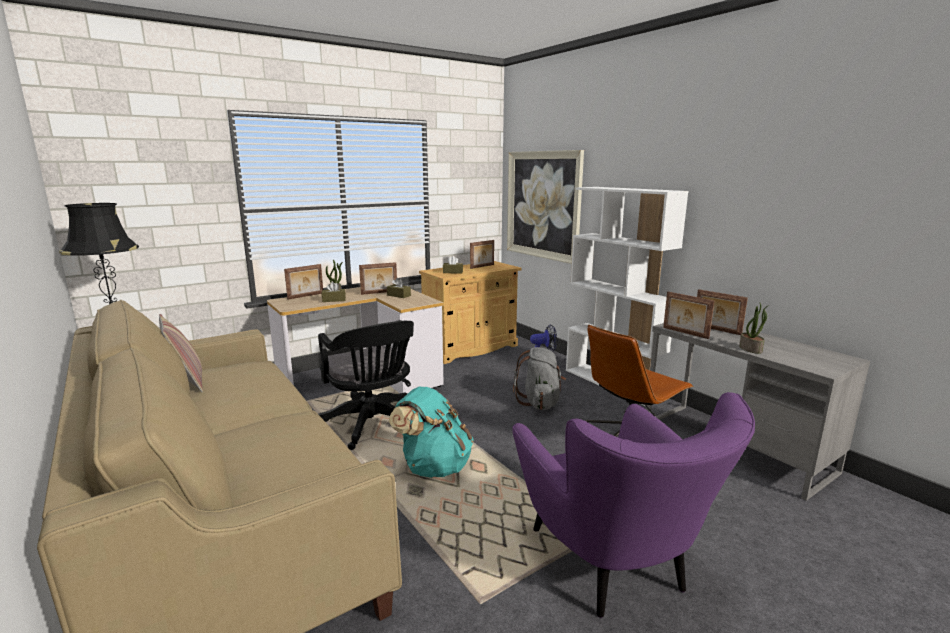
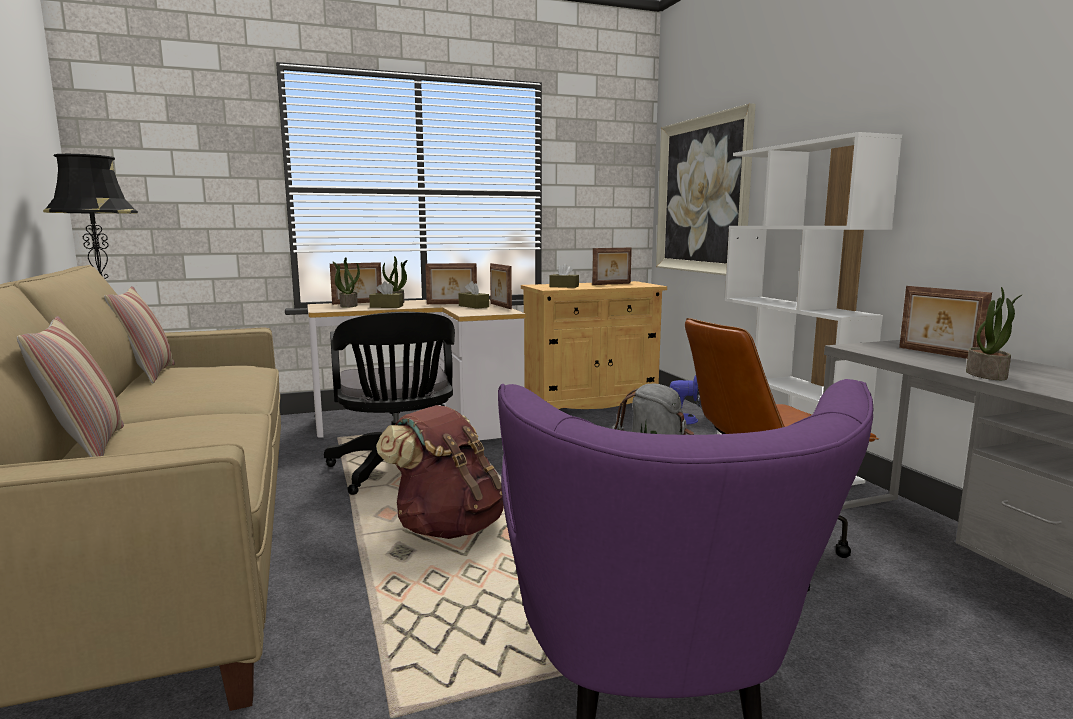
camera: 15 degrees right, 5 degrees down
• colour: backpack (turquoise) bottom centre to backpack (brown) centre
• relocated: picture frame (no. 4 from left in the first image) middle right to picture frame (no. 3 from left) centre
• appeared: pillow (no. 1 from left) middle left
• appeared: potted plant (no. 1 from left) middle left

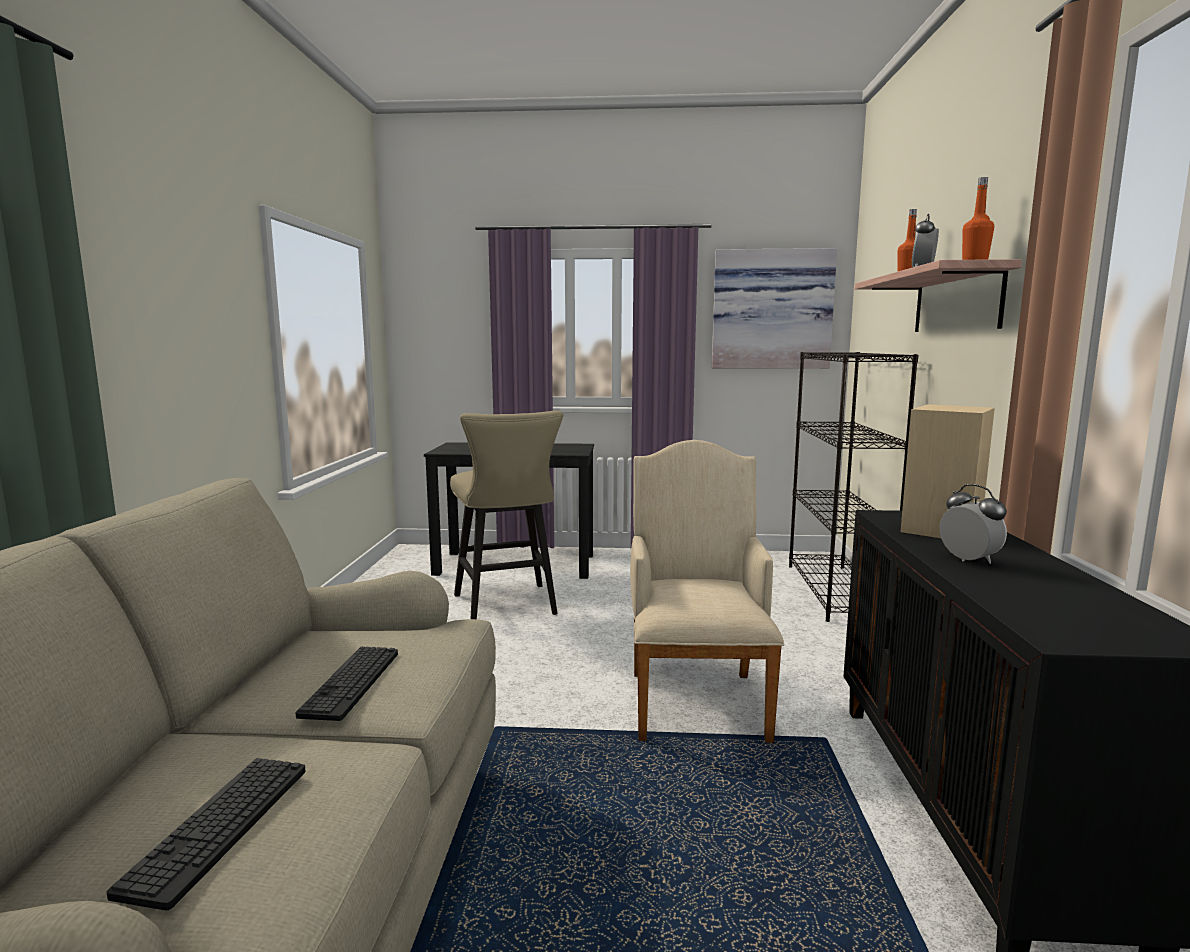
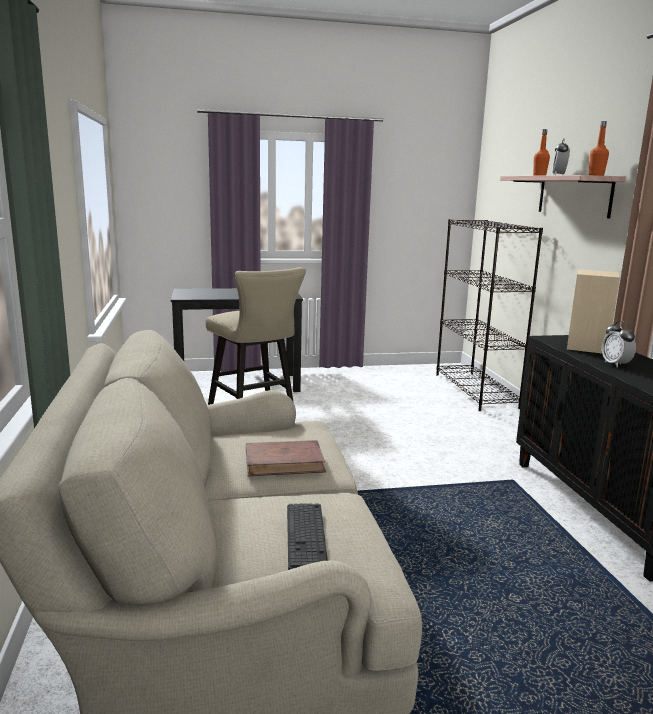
camera: 15 degrees left, 5 degrees up
• exchanged: keyboard (no. 2 from left) bottom left to book (brown) centre
• missing: armchair (beige) centre
• missing: picture top centre
• spun: alarm clock (no. 2 from left) middle right = middle right 150 degrees counterclockwise

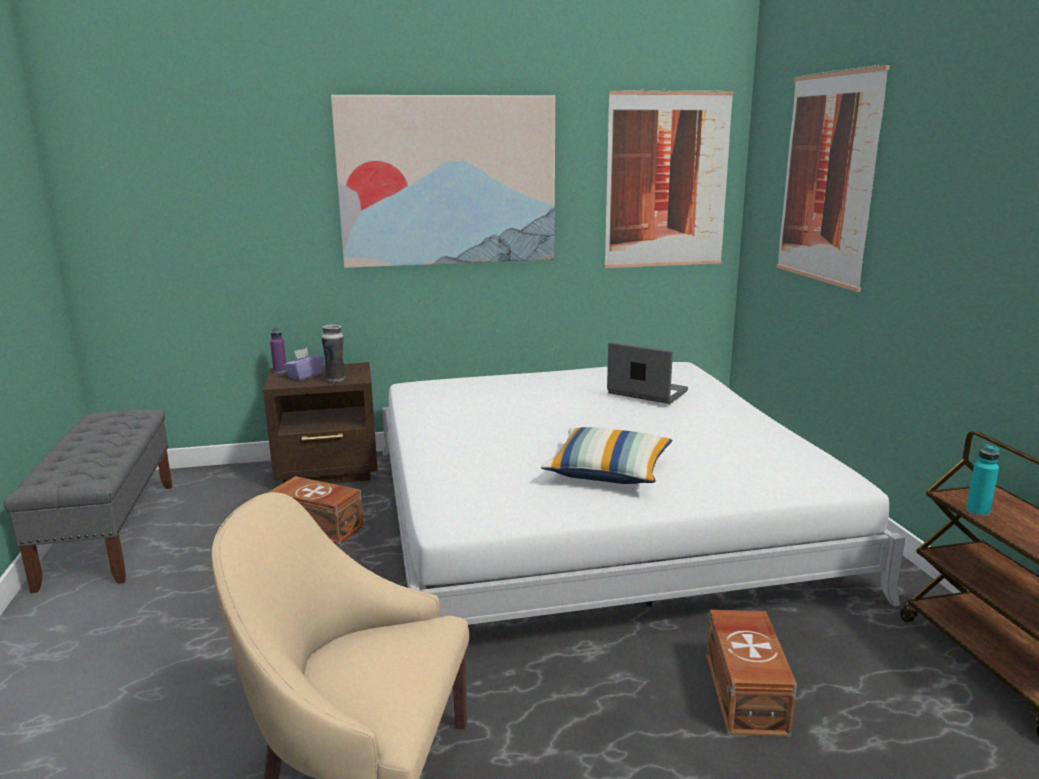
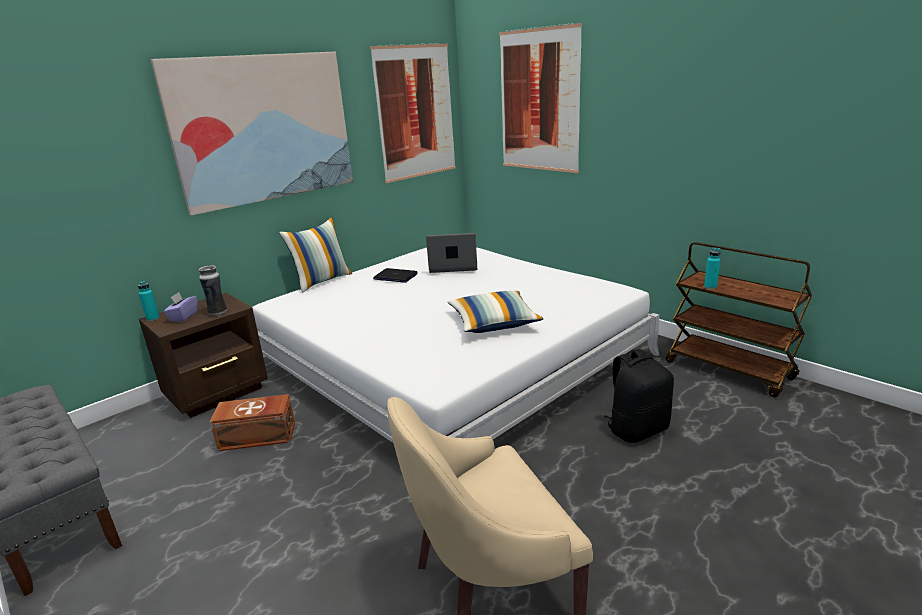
camera: 30 degrees left, 5 degrees up
• colour: bottle (purple) middle left to bottle (turquoise) (no. 1 from left) middle left
• exchanged: storage box (brown) (no. 2 from left) bottom right to backpack (black) middle right
• appeared: pillow (no. 1 from left) centre
• appeared: laptop (no. 1 from left) centre

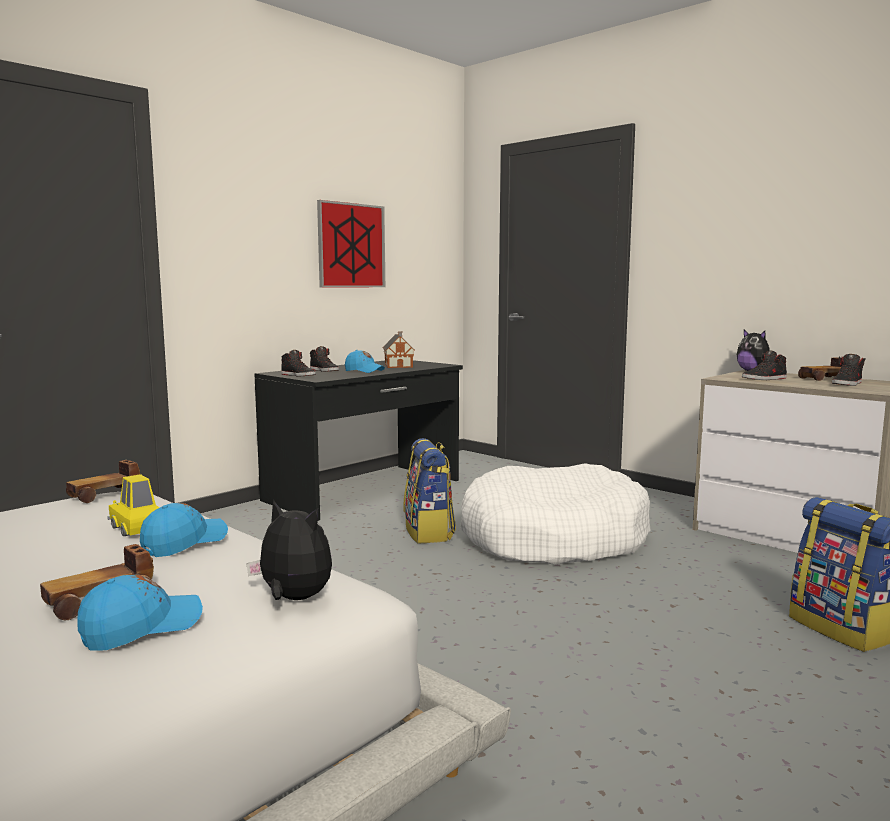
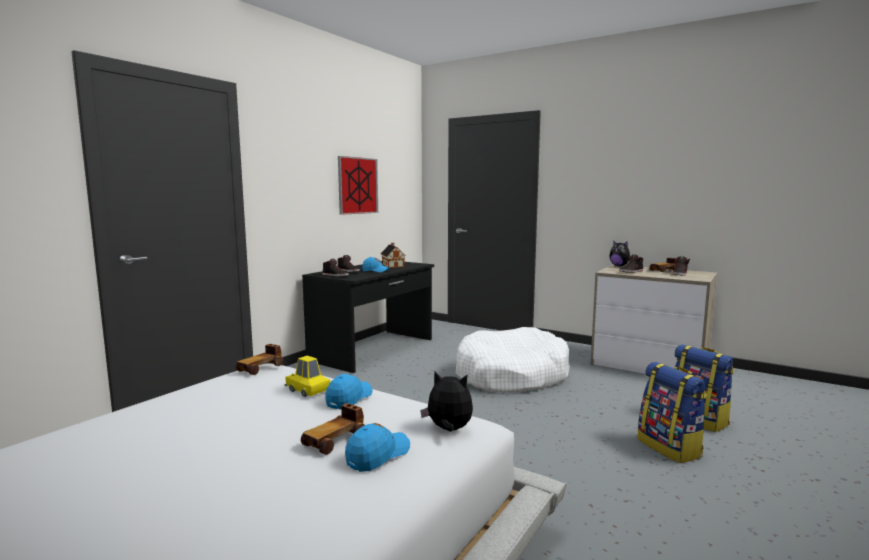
camera: 10 degrees left, 0 degrees up
• relocated: backpack (no. 1 from left) centre to bottom right

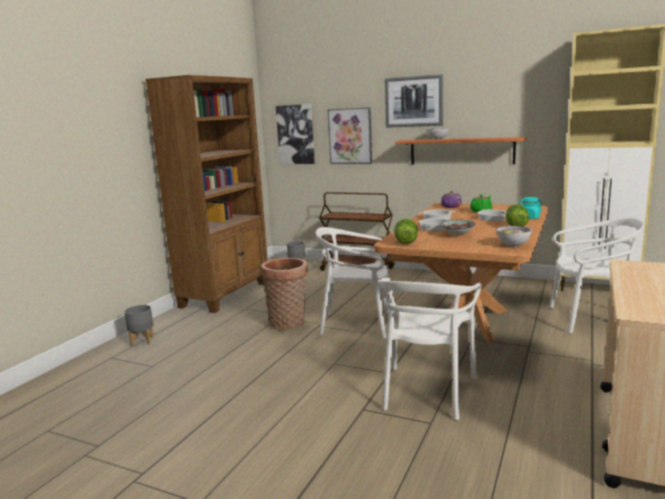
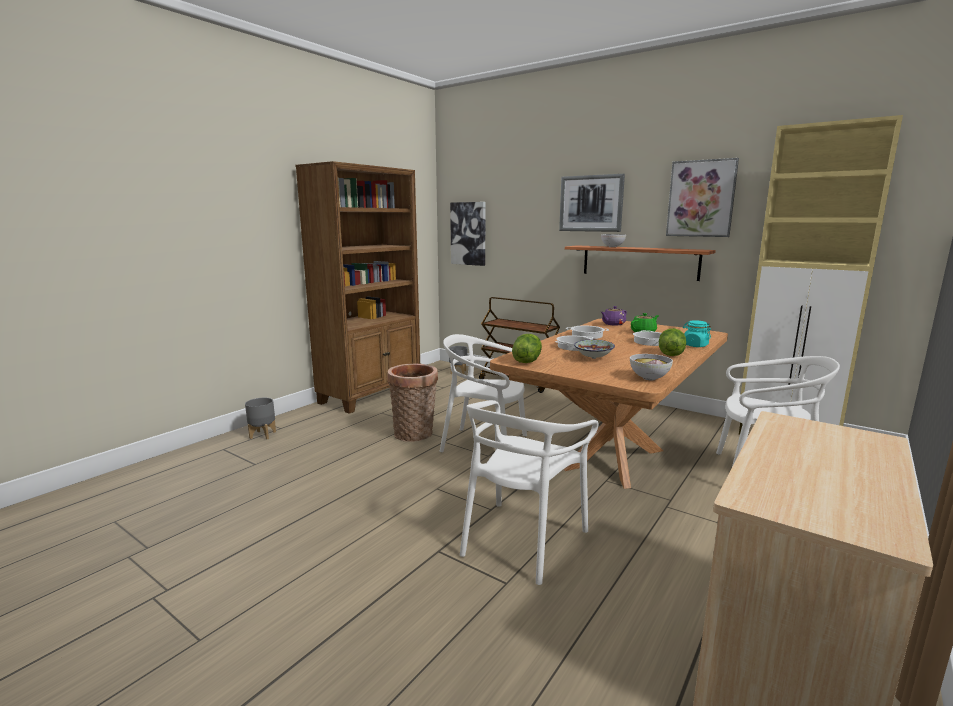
camera: 10 degrees right, 0 degrees up
• relocated: picture (no. 2 from left in the first image) top centre to picture (no. 3 from left) top right

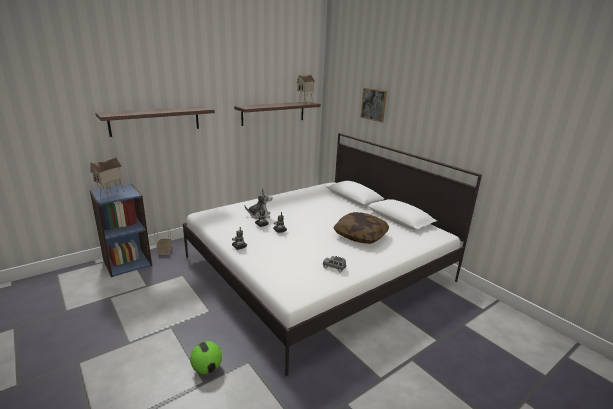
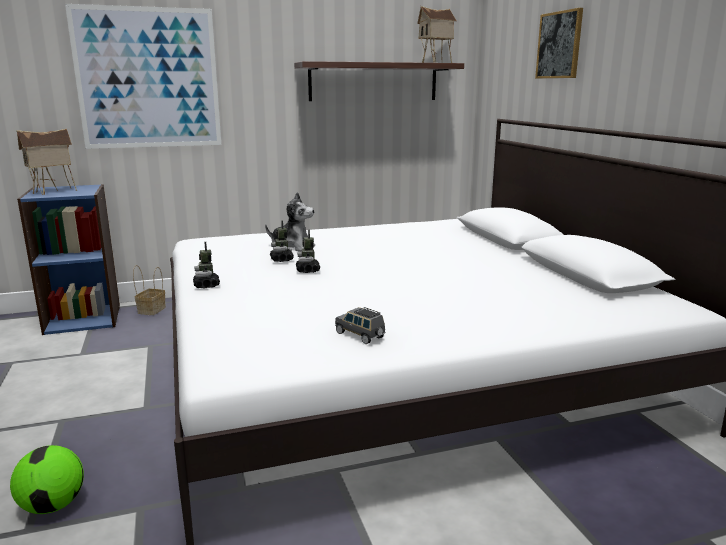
camera: 20 degrees right, 5 degrees down
• exchanged: shelf (no. 1 from left) top left to picture (no. 1 from left) top left
• missing: pillow centre

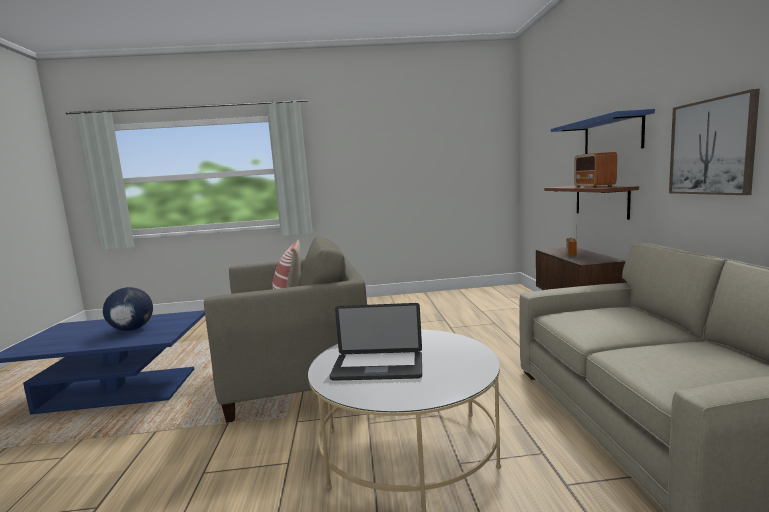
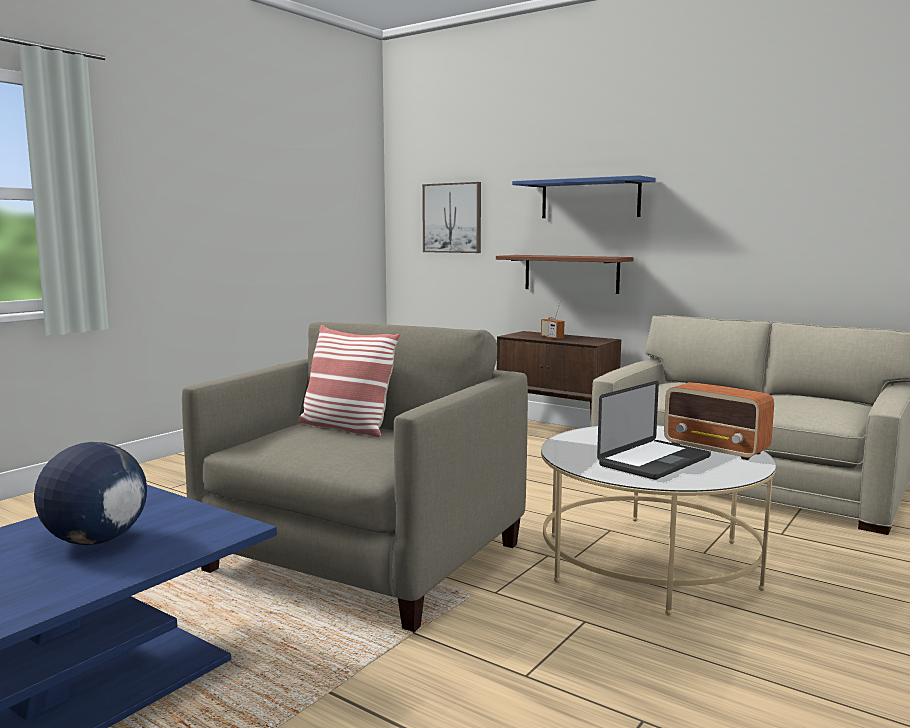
camera: 50 degrees left, 0 degrees up
• relocated: radio (no. 2 from left) top right to middle right
• relocated: picture top right to top centre

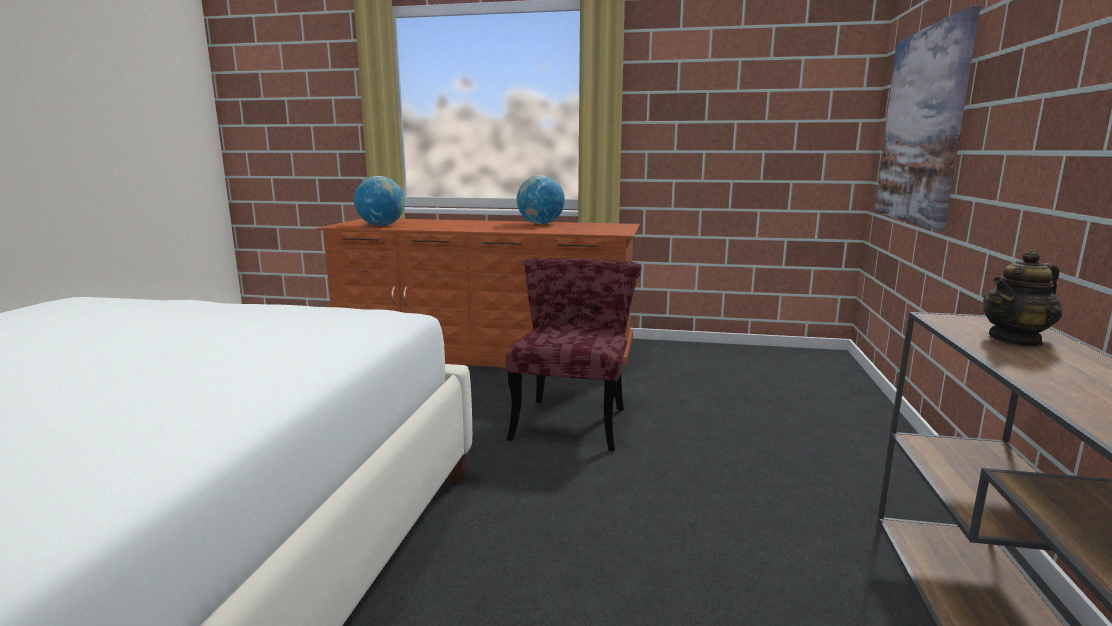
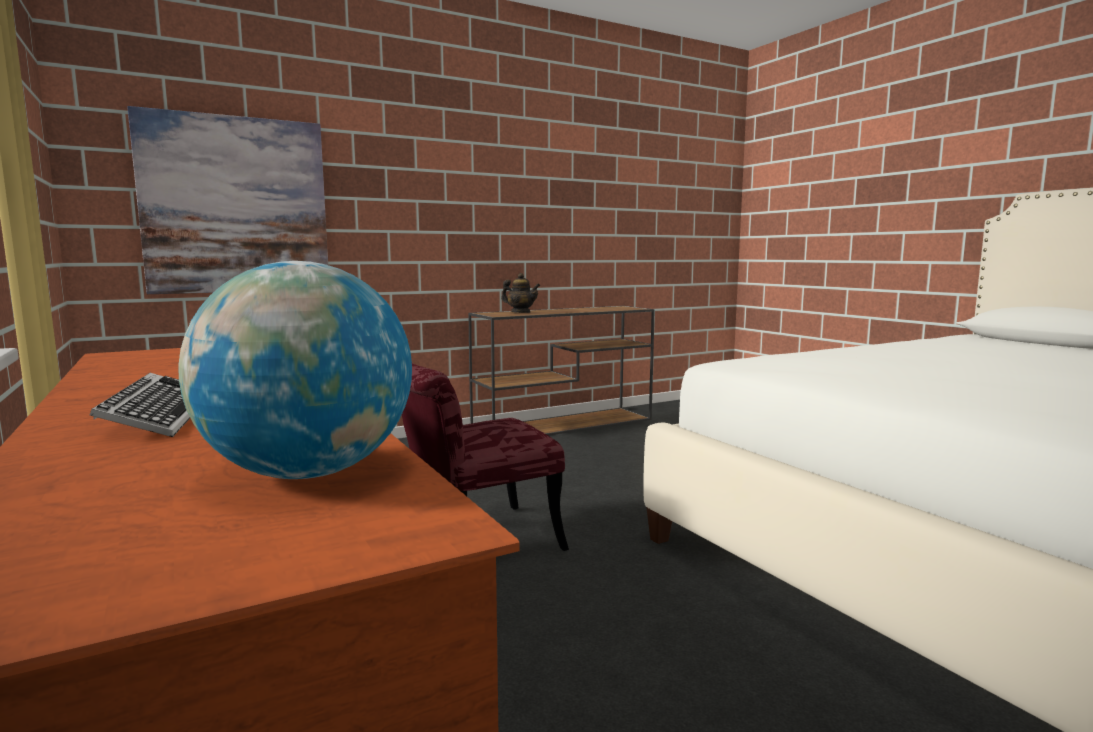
camera: 130 degrees left, 5 degrees down
• missing: globe (no. 2 from left) top centre
• appeared: keyboard middle left

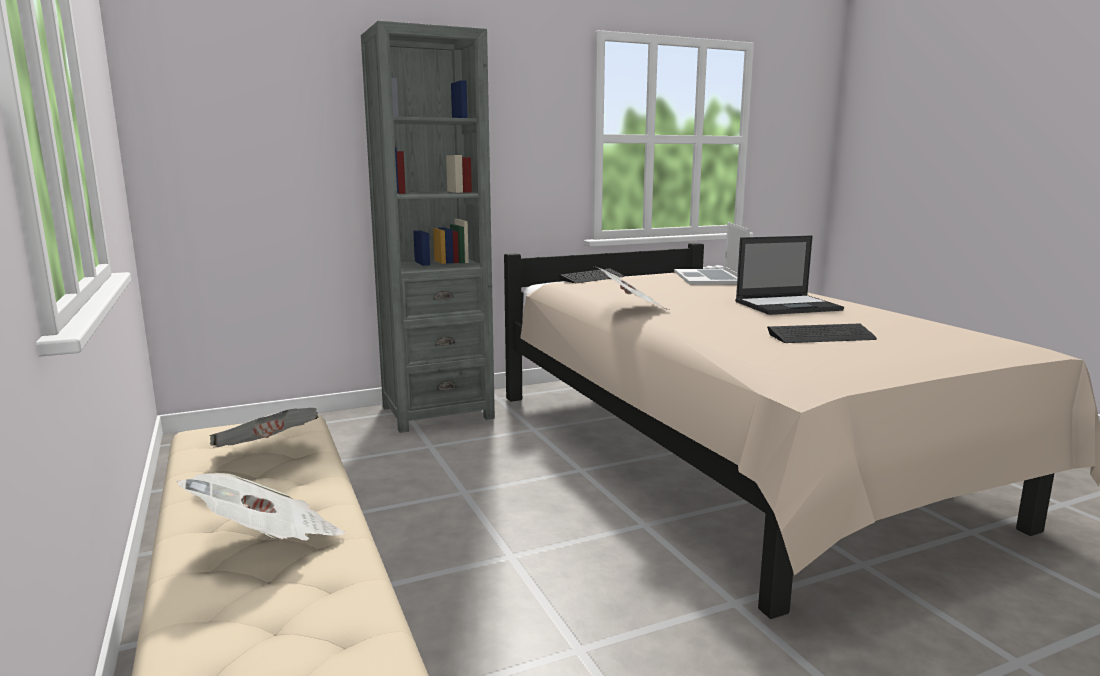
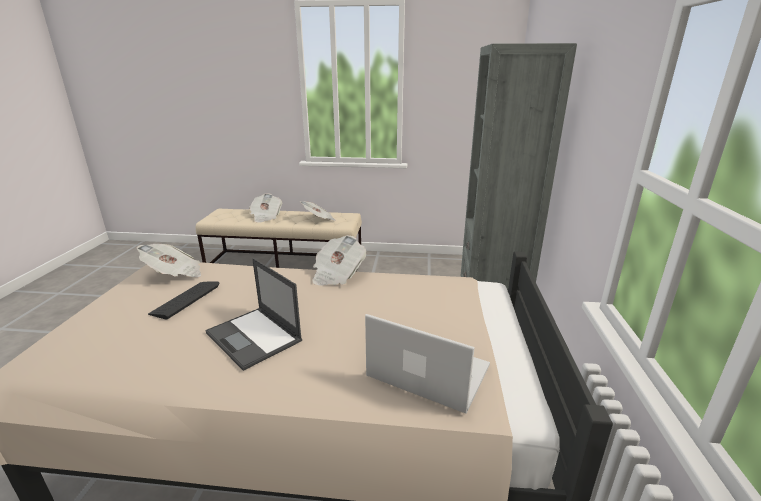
camera: 120 degrees right, 10 degrees up
• missing: keyboard (no. 1 from left) centre
• spun: laptop (no. 2 from left in the first image) middle right = middle left 60 degrees counterclockwise
• appeared: newspaper (no. 1 from left) middle left

